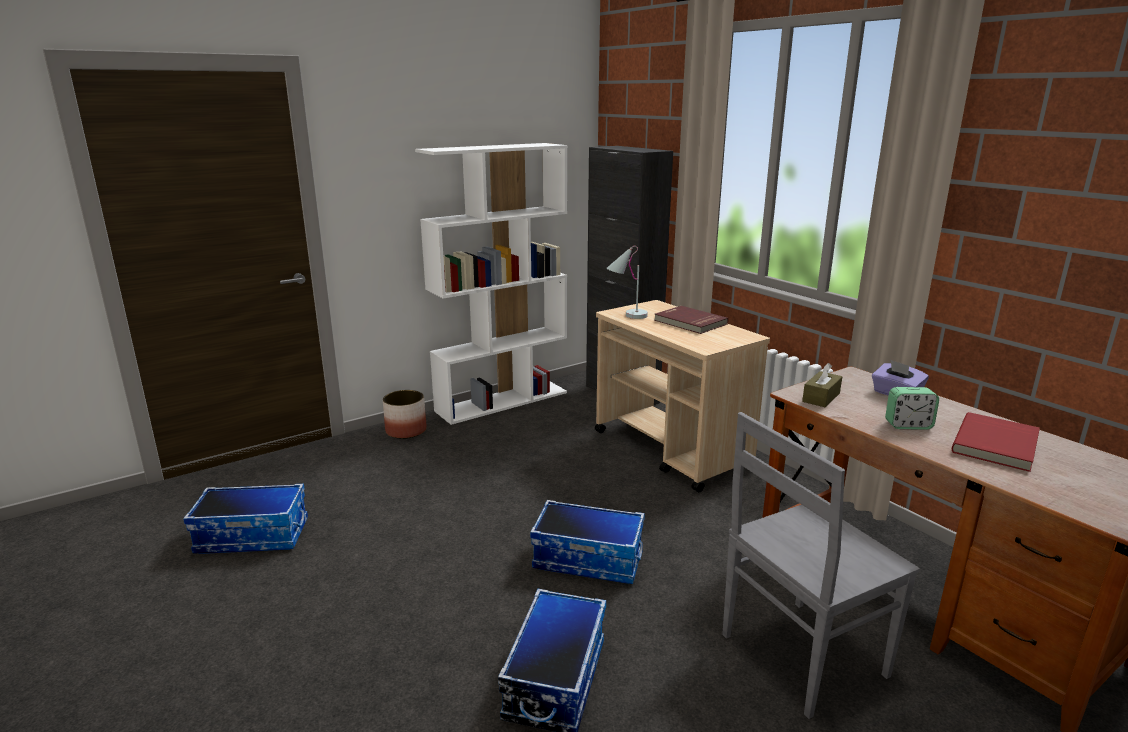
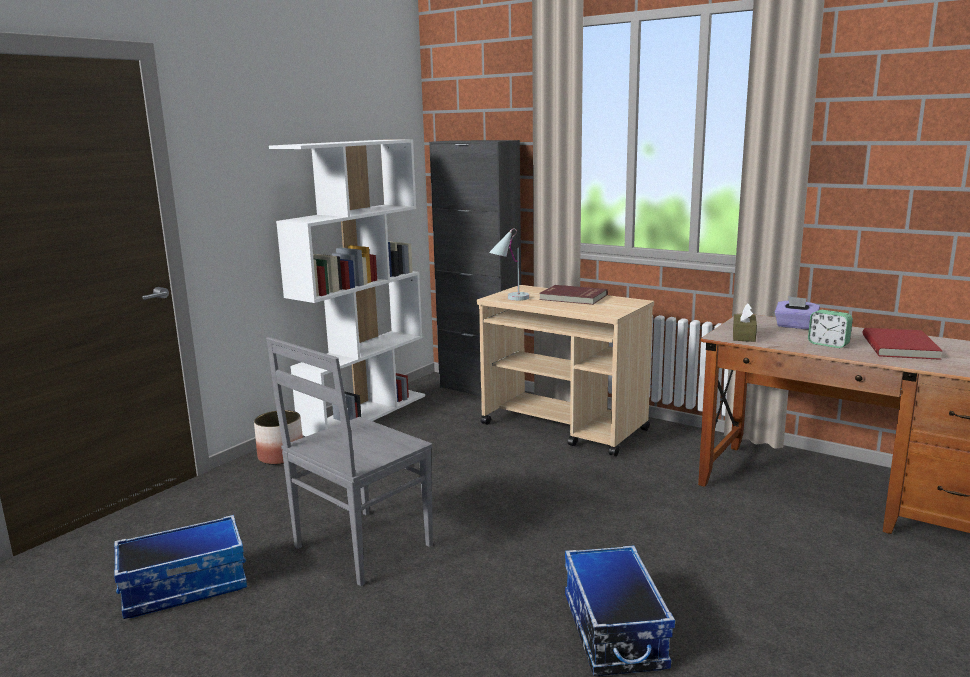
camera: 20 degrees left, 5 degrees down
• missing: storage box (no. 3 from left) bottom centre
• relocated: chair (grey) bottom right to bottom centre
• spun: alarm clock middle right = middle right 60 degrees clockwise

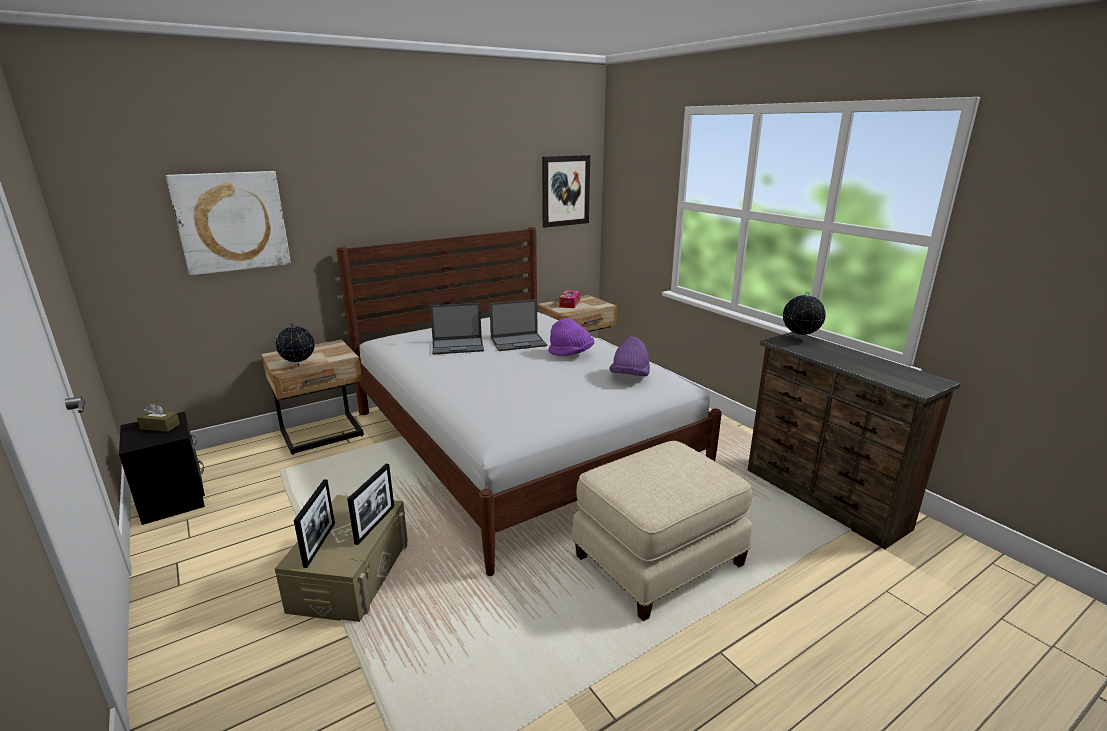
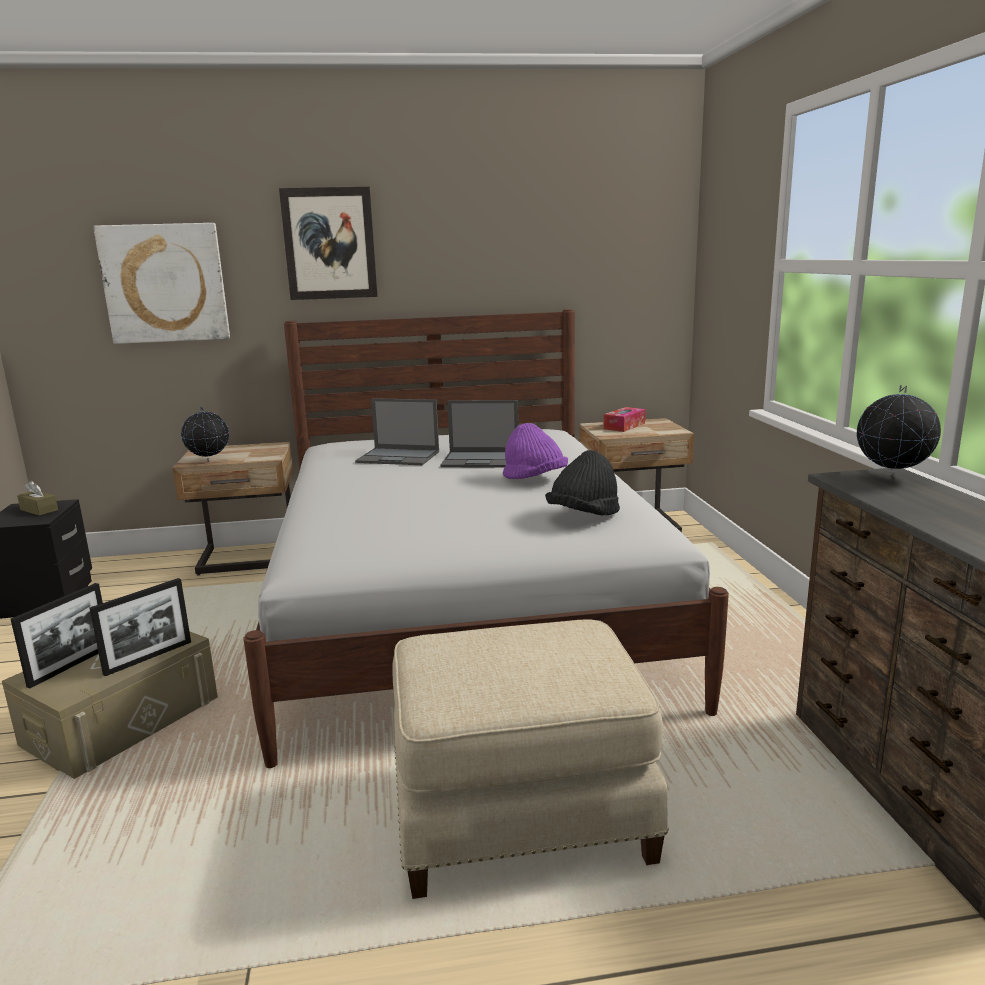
camera: 25 degrees right, 5 degrees down
• relocated: picture (no. 2 from left) top centre to top left
• colour: hat (purple) (no. 2 from left) centre to hat (black) centre

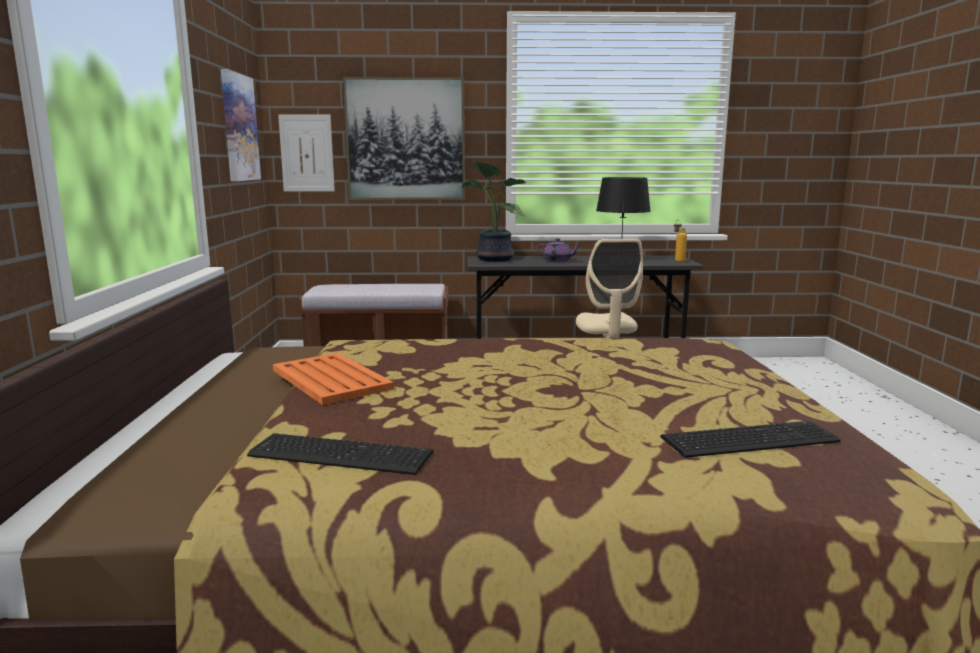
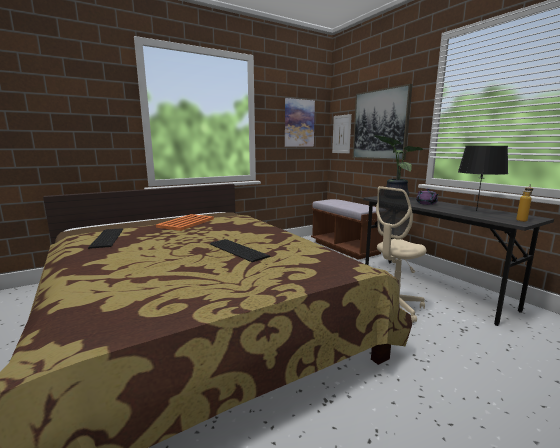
camera: 60 degrees right, 0 degrees up
• relocated: keyboard (no. 2 from left) bottom right to centre

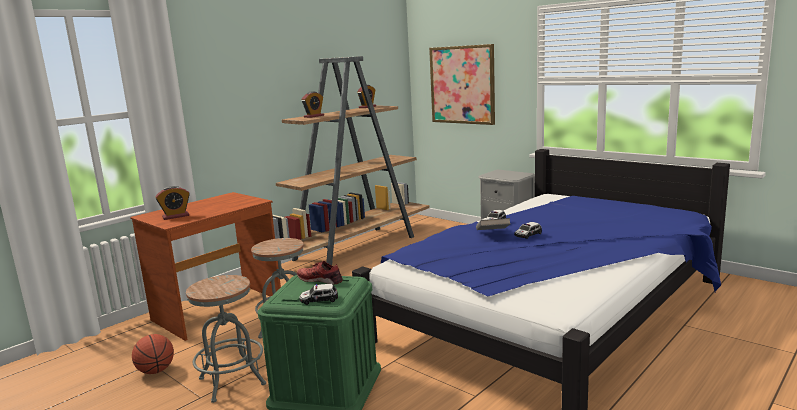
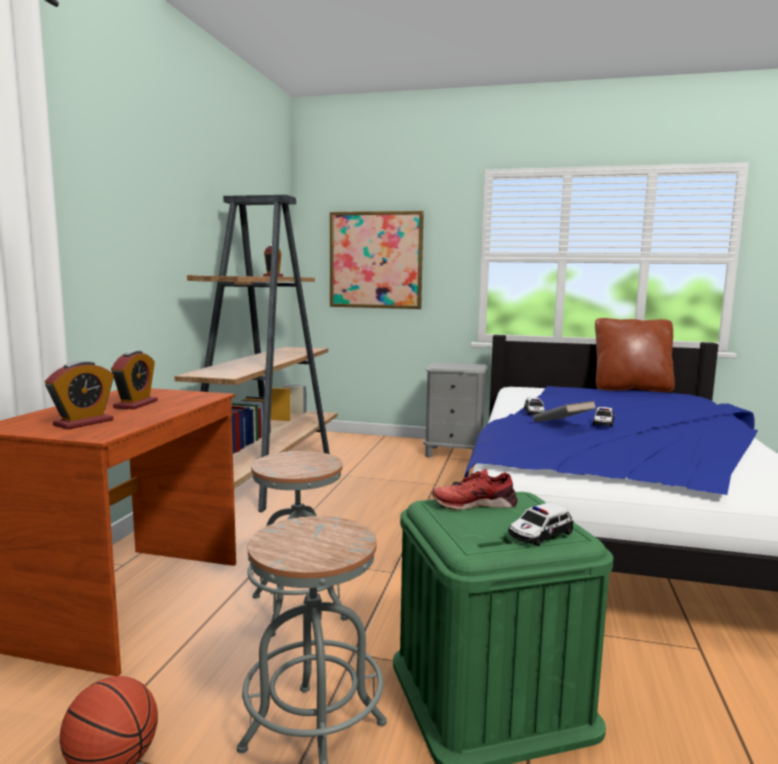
camera: 30 degrees left, 5 degrees down
• relocated: alarm clock (no. 2 from left) top centre to middle left
• appeared: pillow (brown) middle right

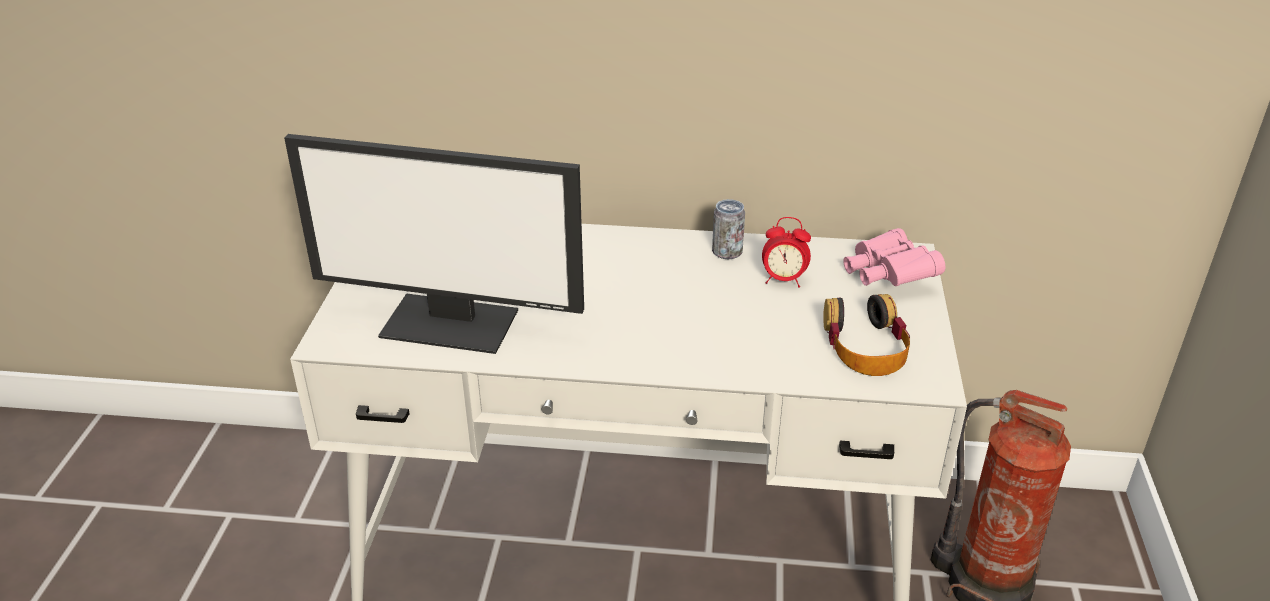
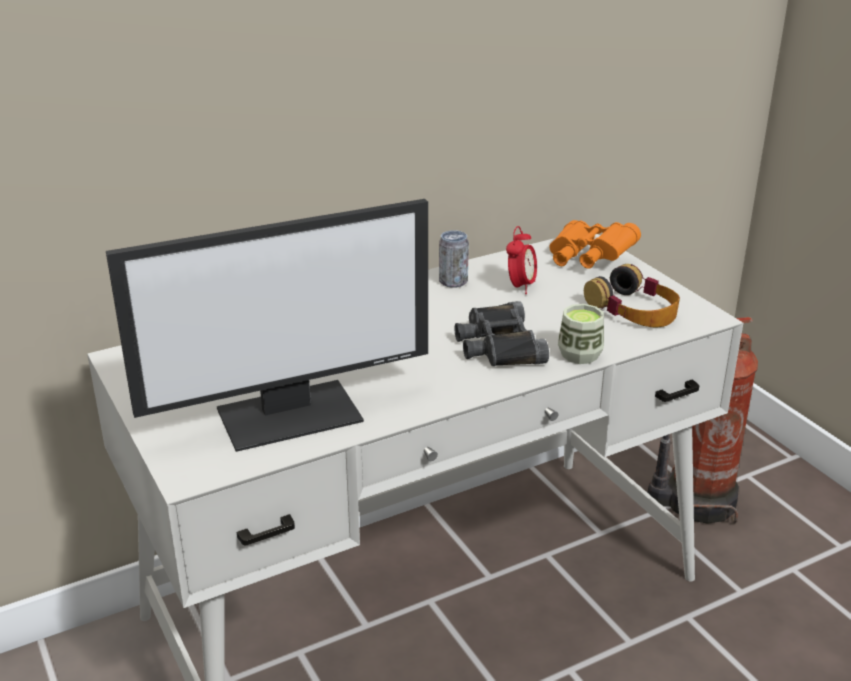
camera: 35 degrees left, 5 degrees down
• spun: alarm clock centre = centre 45 degrees counterclockwise
• colour: binoculars (pink) middle right to binoculars (orange) middle right
• appeared: binoculars (black) centre
• appeared: cup middle right

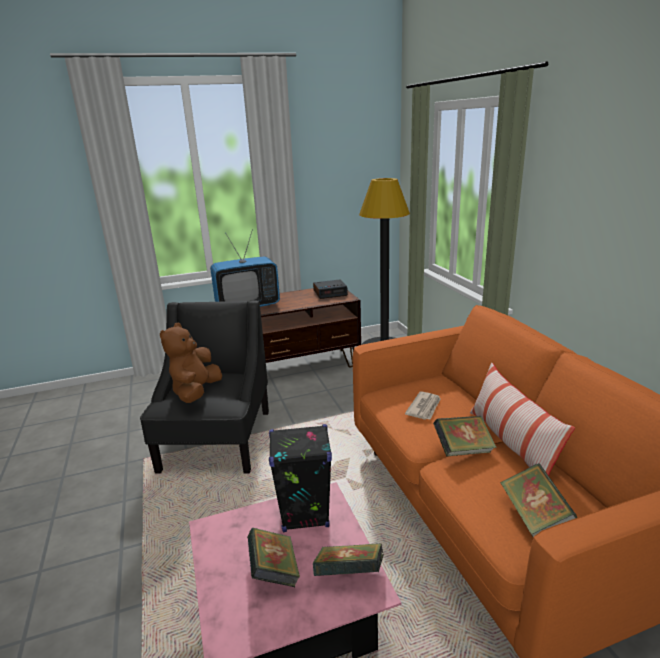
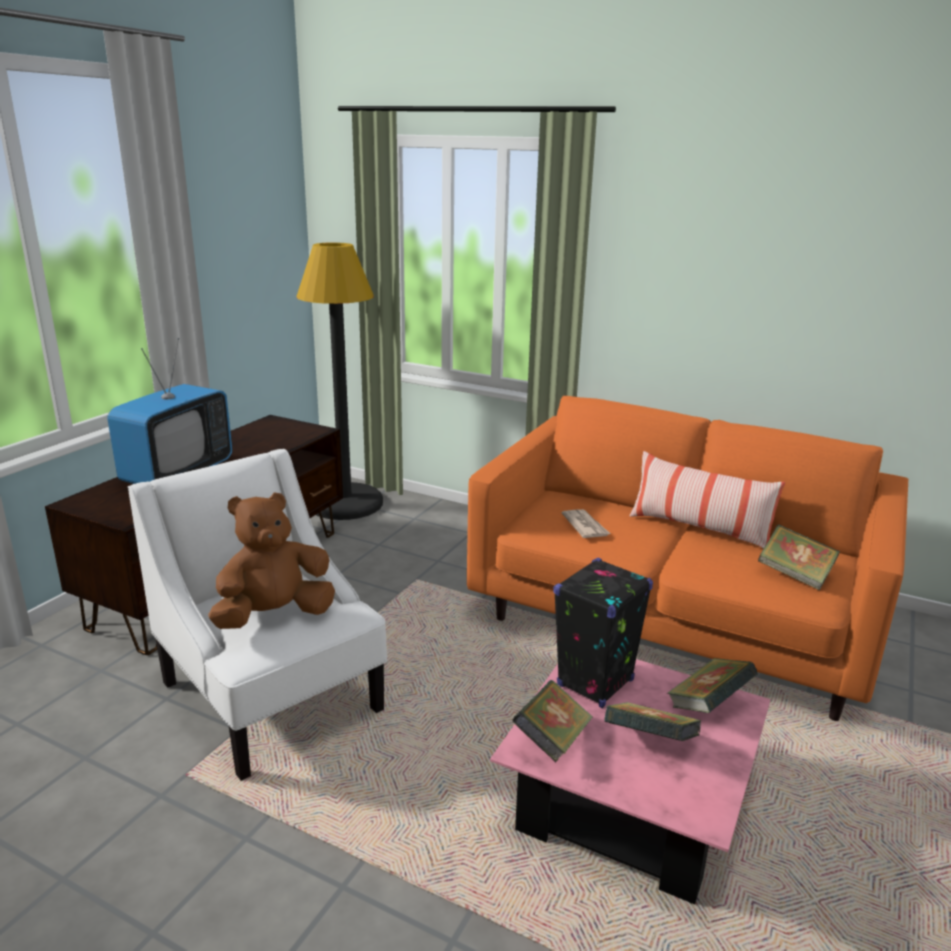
camera: 45 degrees left, 0 degrees up
• colour: armchair (black) middle left to armchair (white) middle left
• spun: plush toy (brown) middle left = middle left 90 degrees clockwise
• missing: alarm clock centre
• relocated: book (no. 3 from left in the first image) middle right to book (no. 1 from left) bottom centre

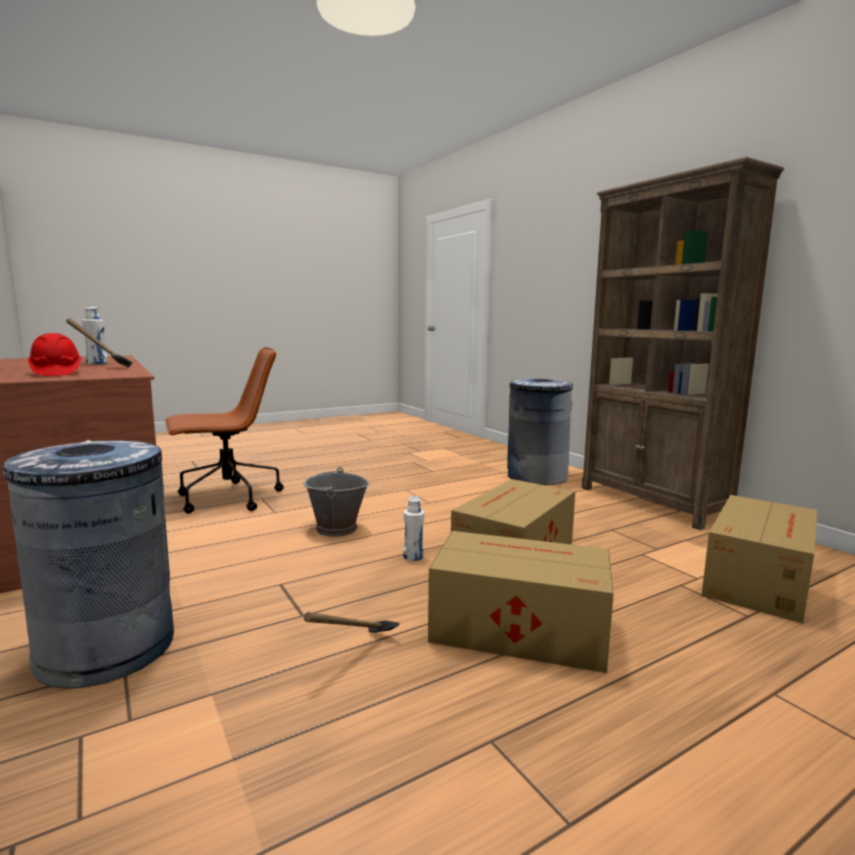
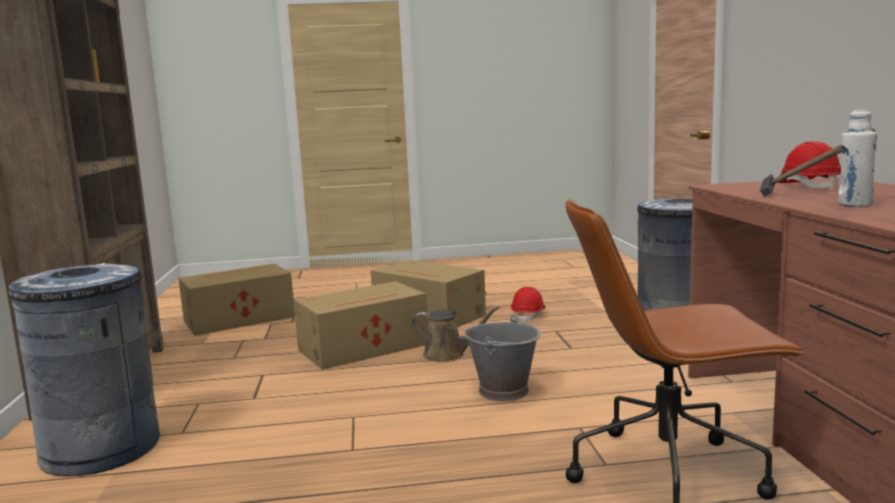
camera: 155 degrees left, 0 degrees up
• exchanged: hammer (no. 2 from left) bottom centre to hard hat (red) (no. 1 from left) centre
• exchanged: bottle (white) (no. 2 from left) centre to watering can (brown) centre

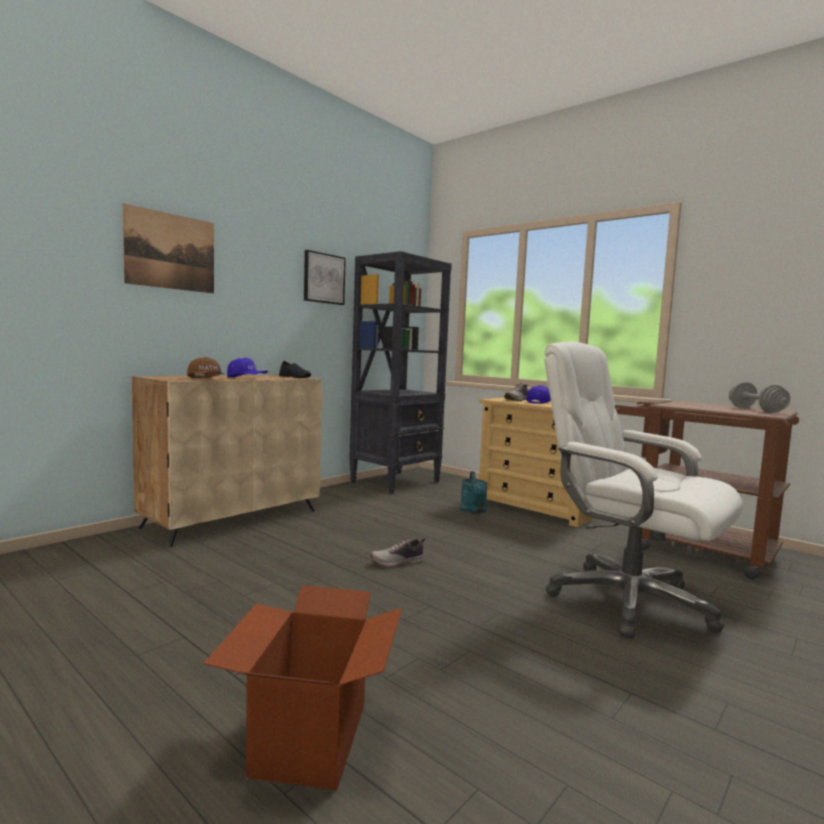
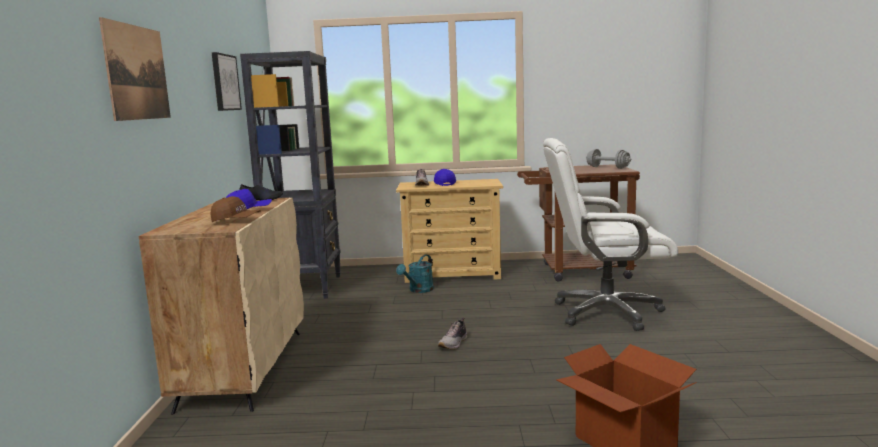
camera: 40 degrees left, 5 degrees up
• spun: watering can (turquoise) centre = centre 75 degrees clockwise

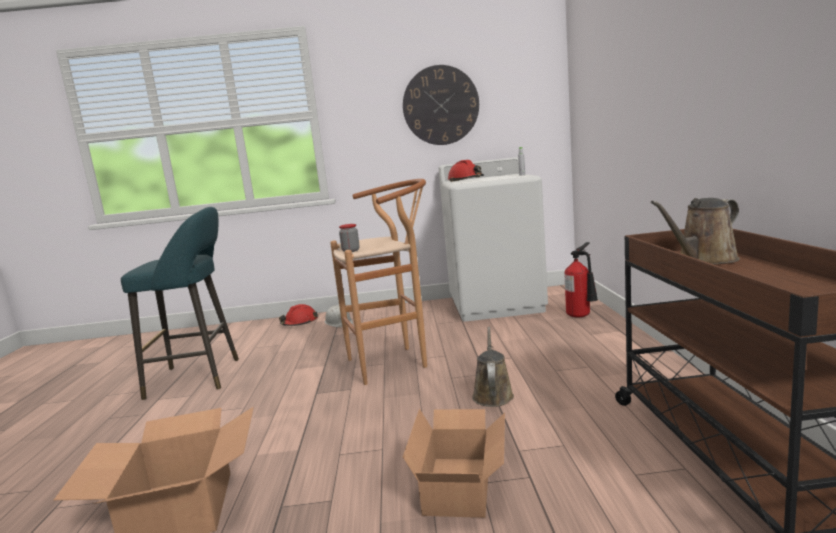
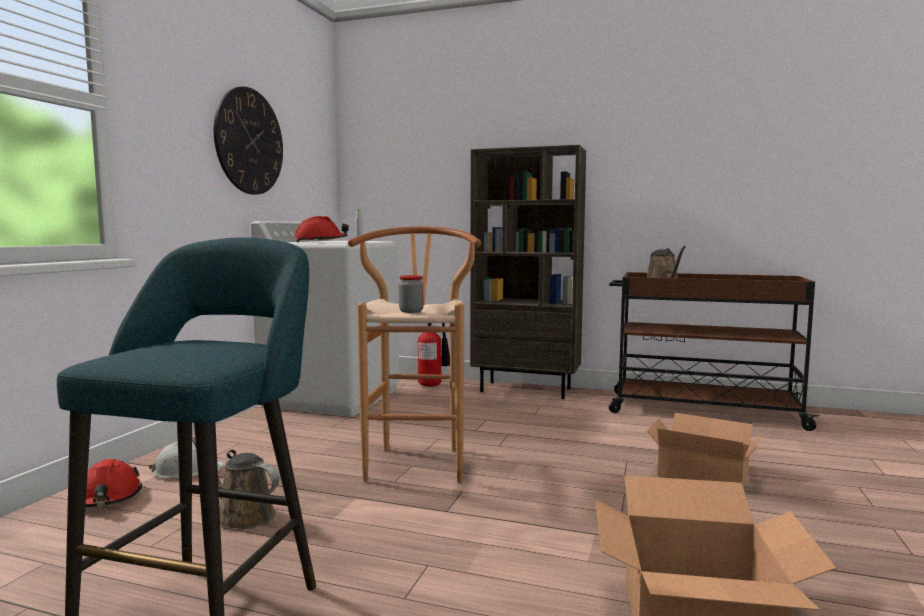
camera: 70 degrees left, 5 degrees down
• relocated: watering can (brown) (no. 1 from left) bottom centre to bottom left
• appeared: bookcase (brown) centre

